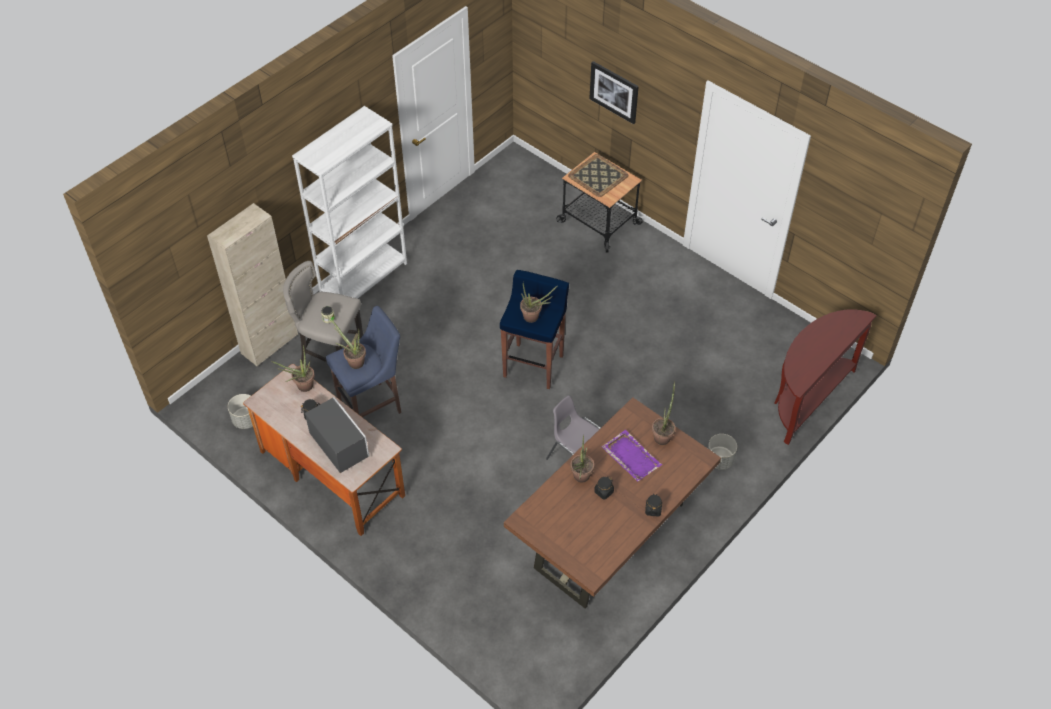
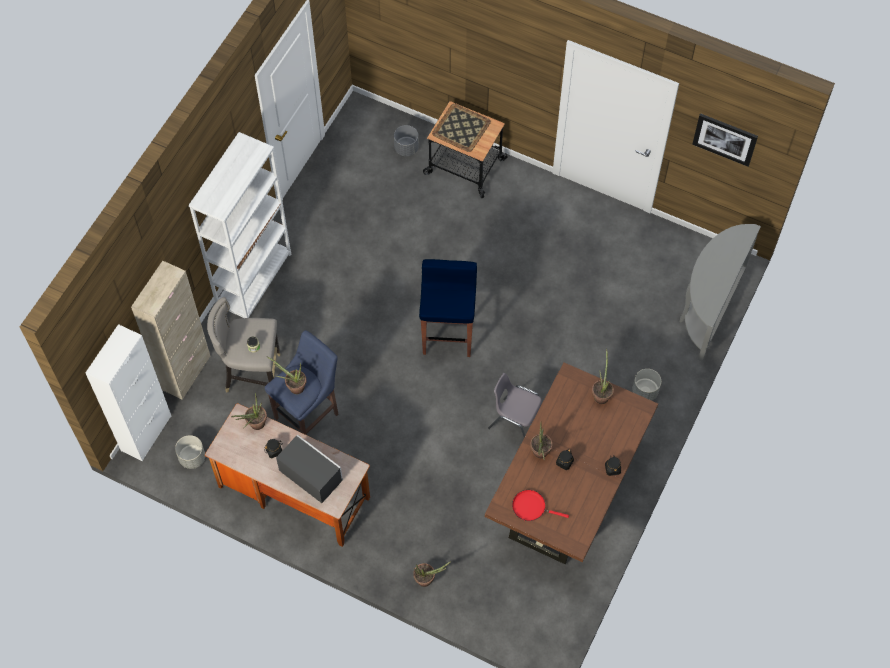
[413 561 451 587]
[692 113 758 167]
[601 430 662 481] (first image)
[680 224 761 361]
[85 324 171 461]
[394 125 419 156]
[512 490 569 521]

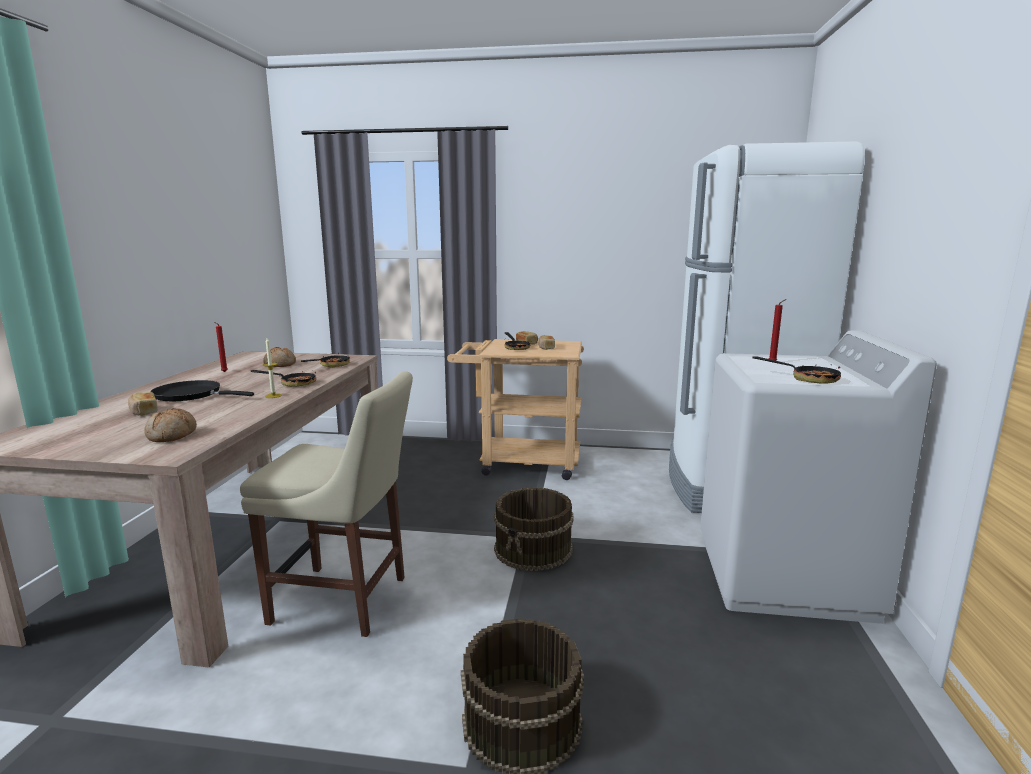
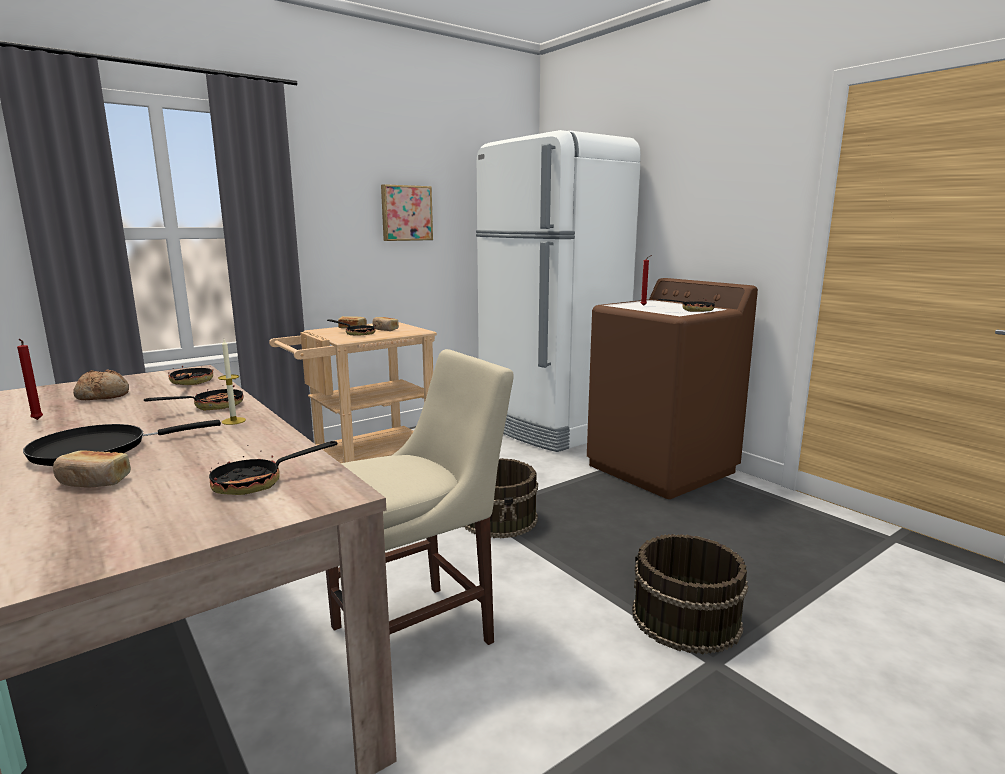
[209 441 338 495]
[587 278 758 499]
[381 184 433 241]

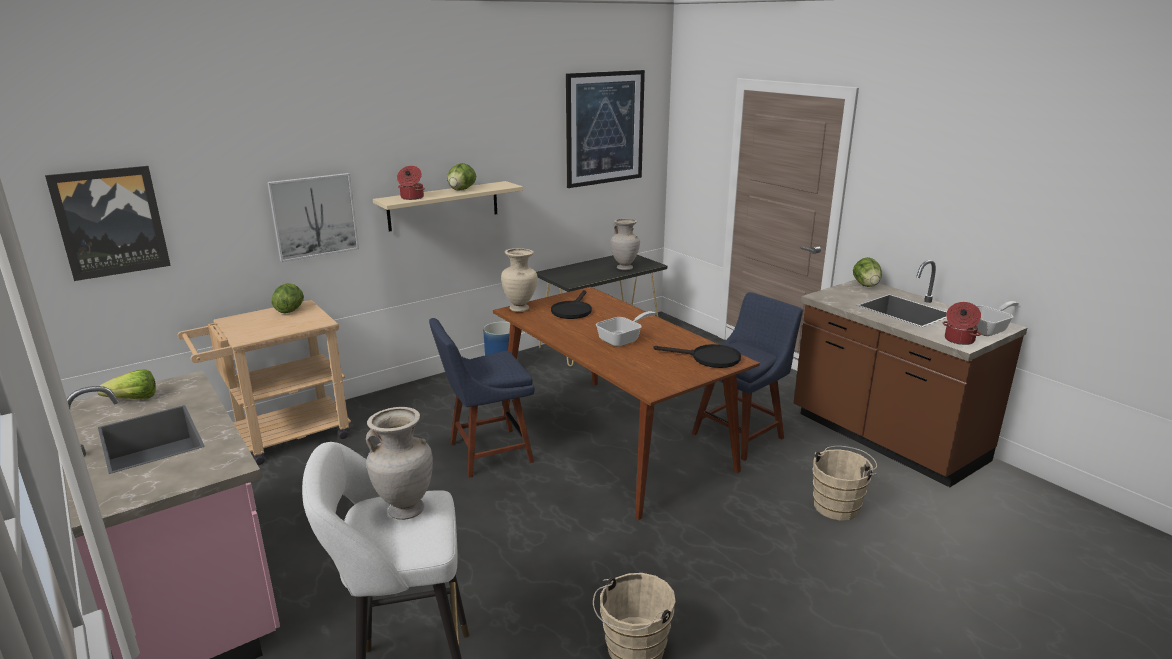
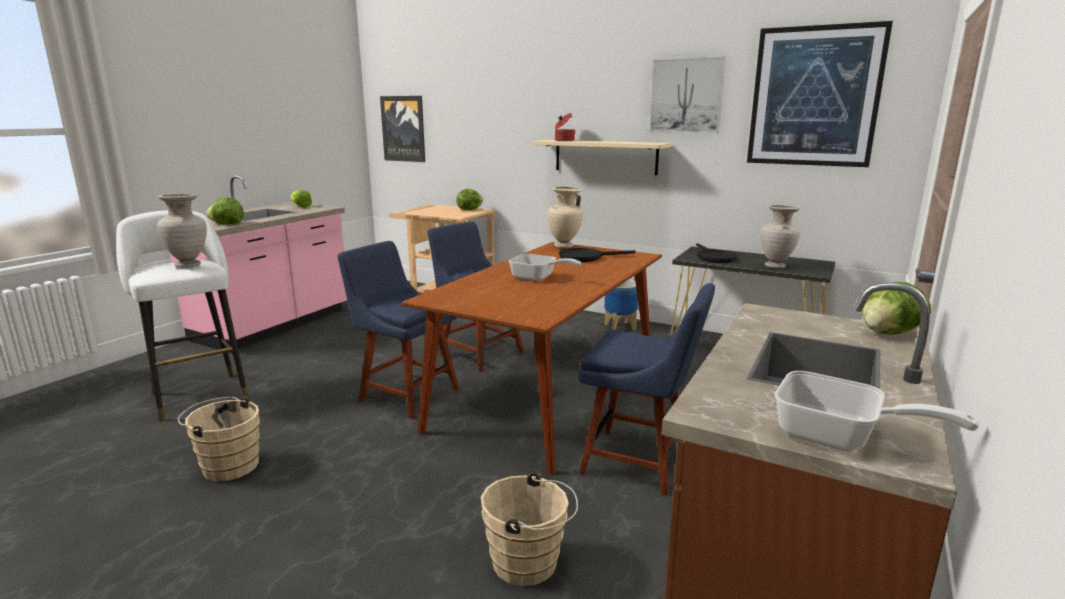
[649 56 726 134]
[206 197 244 224]
[696 243 737 263]
[942 302 981 345] (first image)
[338 241 460 419]

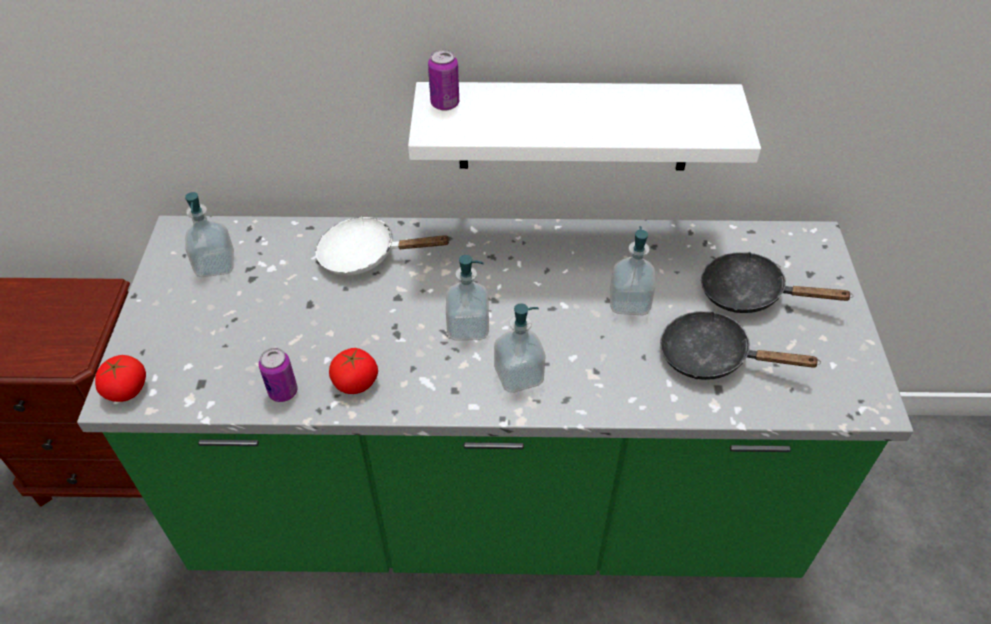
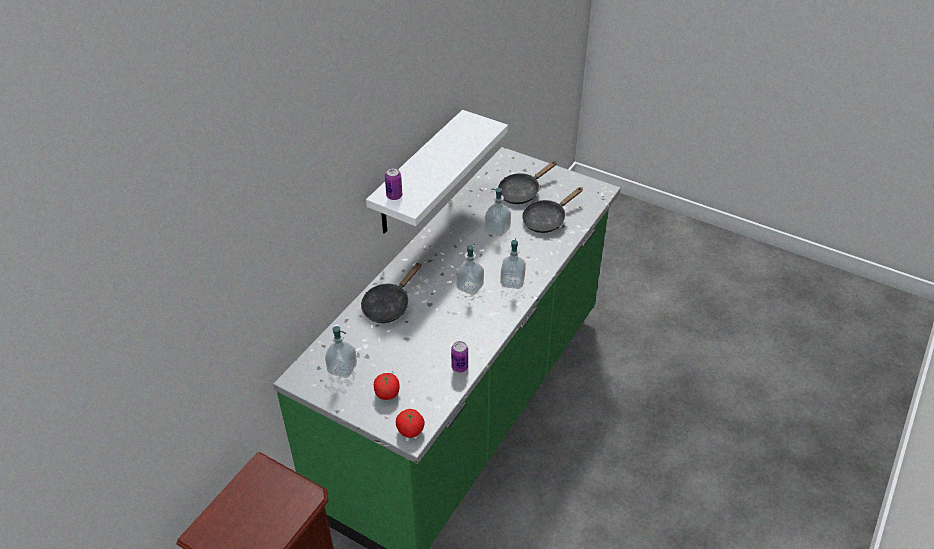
[361 262 421 323]
[374 373 400 400]

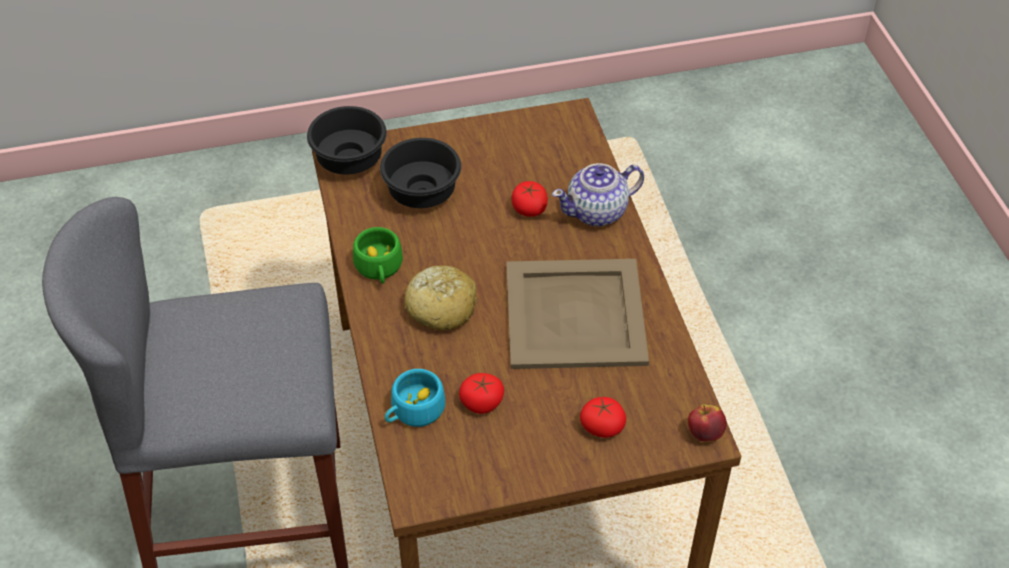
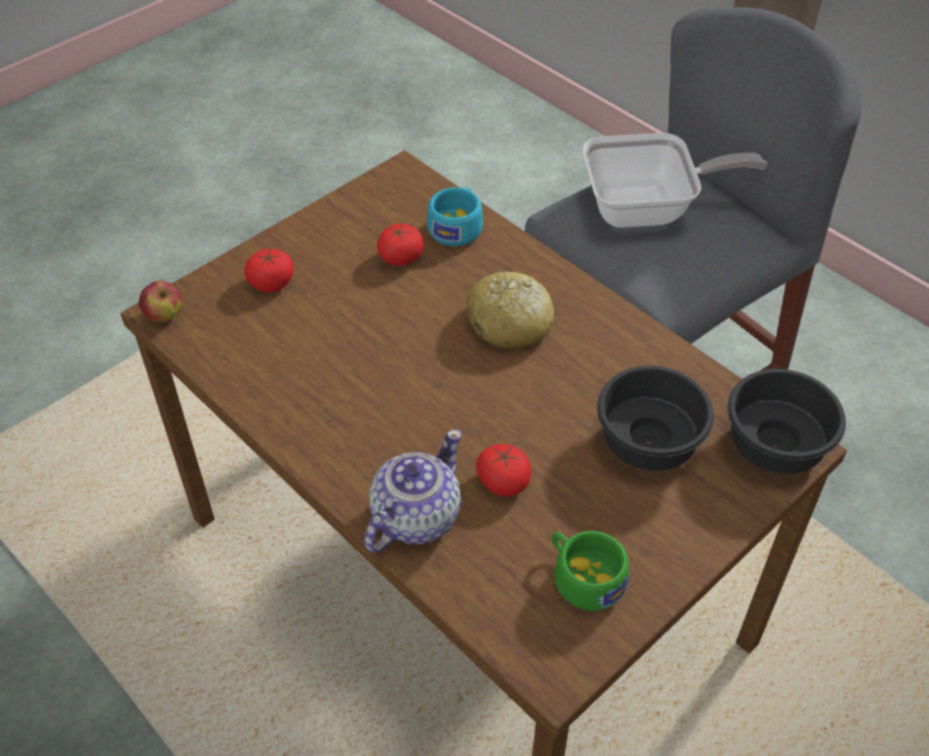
[552 531 629 611]
[506 259 649 369] (first image)
[583 133 768 228]

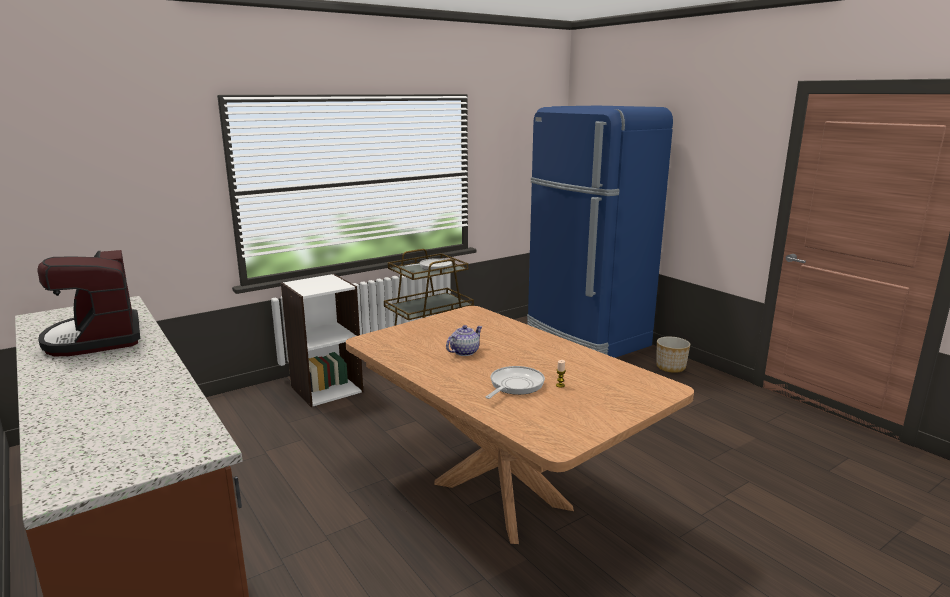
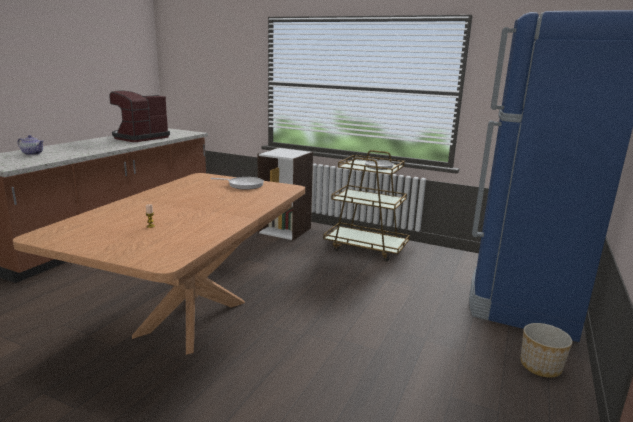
[18 135 44 155]
[210 177 264 190]

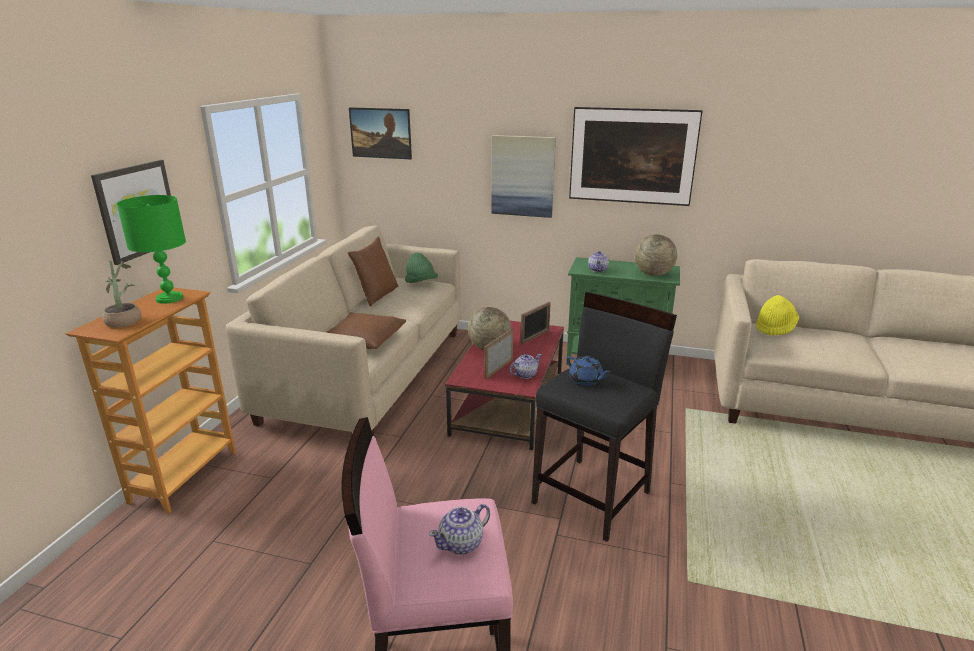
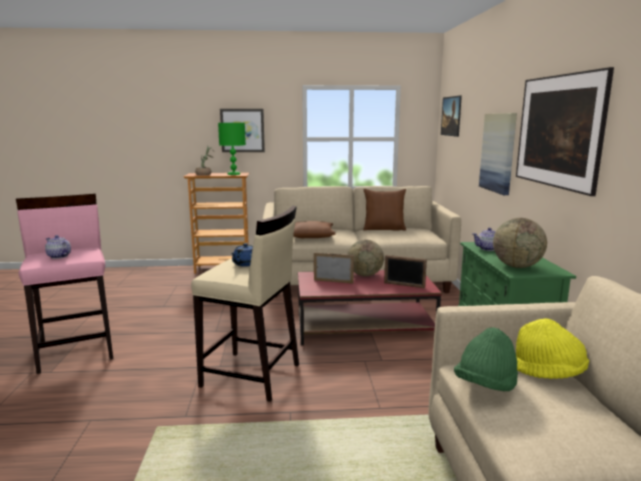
[454 327 518 391]
[510 354 542 379] (first image)
[191 205 299 402]

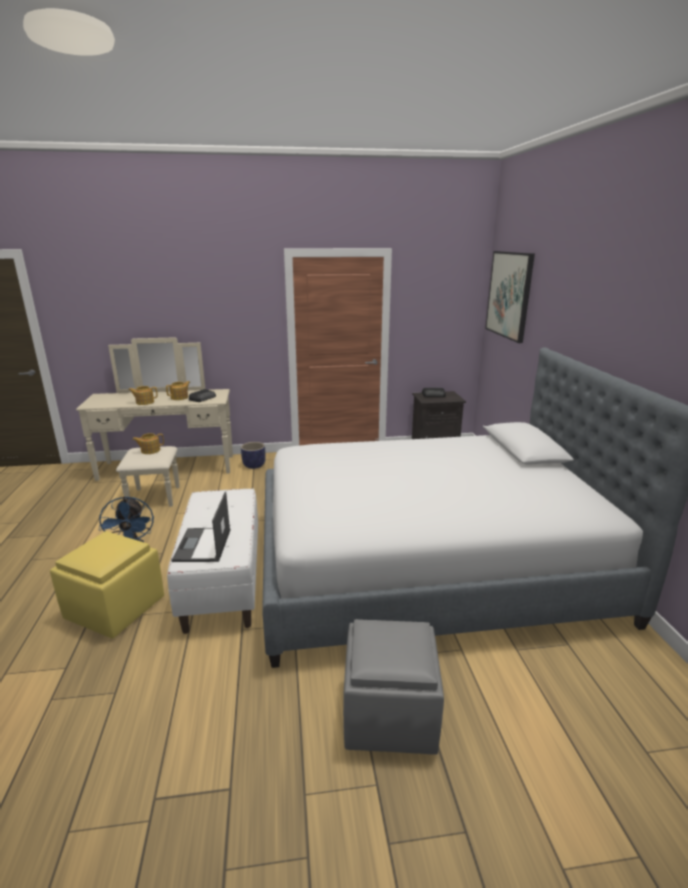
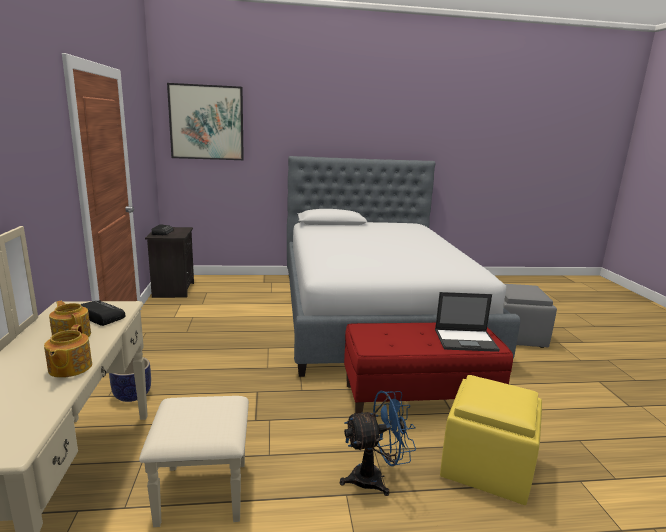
[132 433 164 454] (first image)
[344 323 513 414]

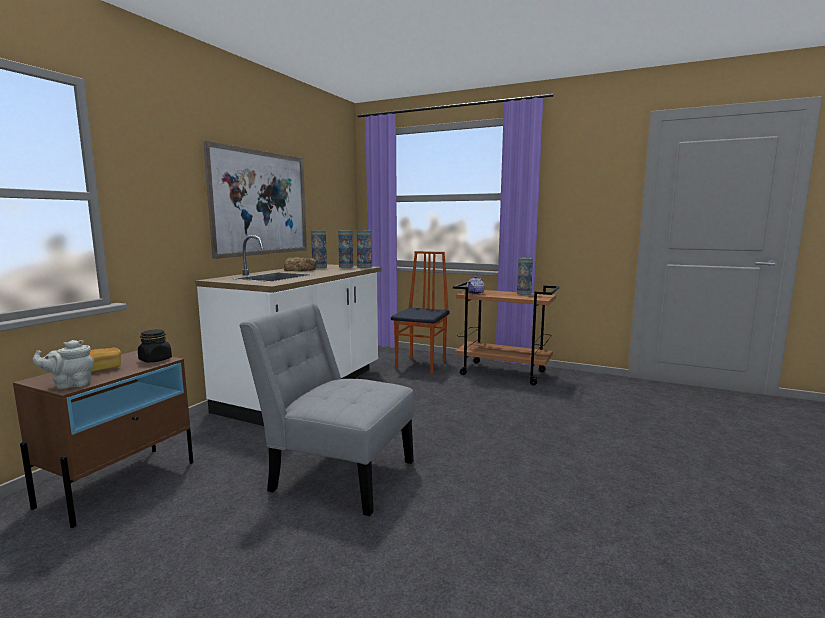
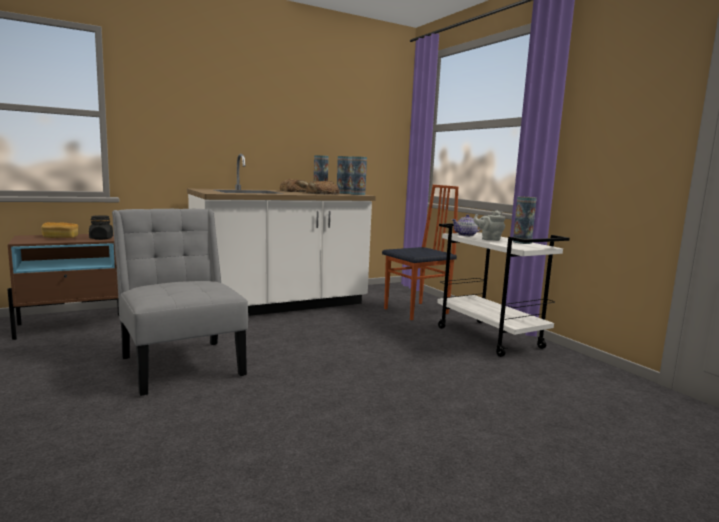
[473 210 505 241]
[203 141 307 259] (first image)
[437 223 570 357]
[306 181 340 195]

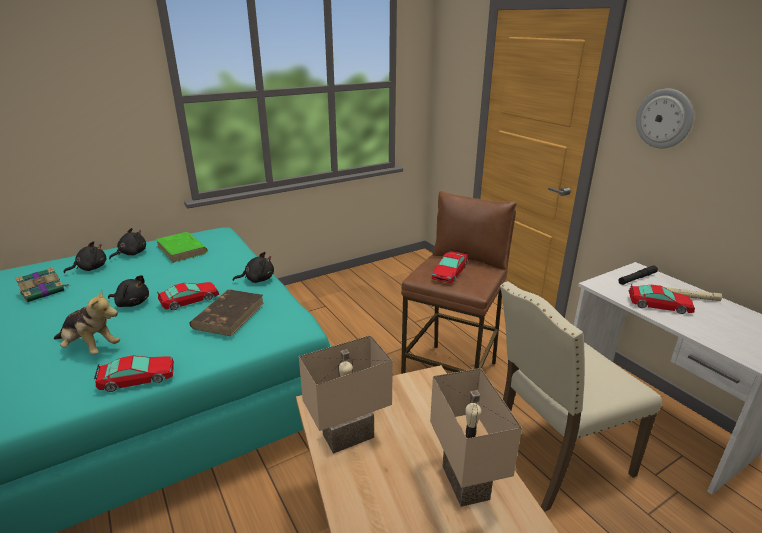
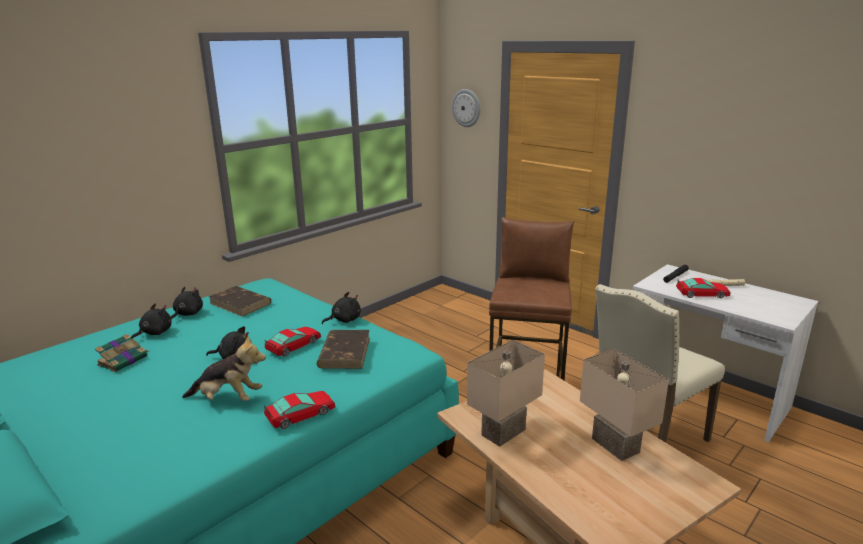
[208 286 271 317]
[432 249 468 283] (first image)
[452 89 480 127]

